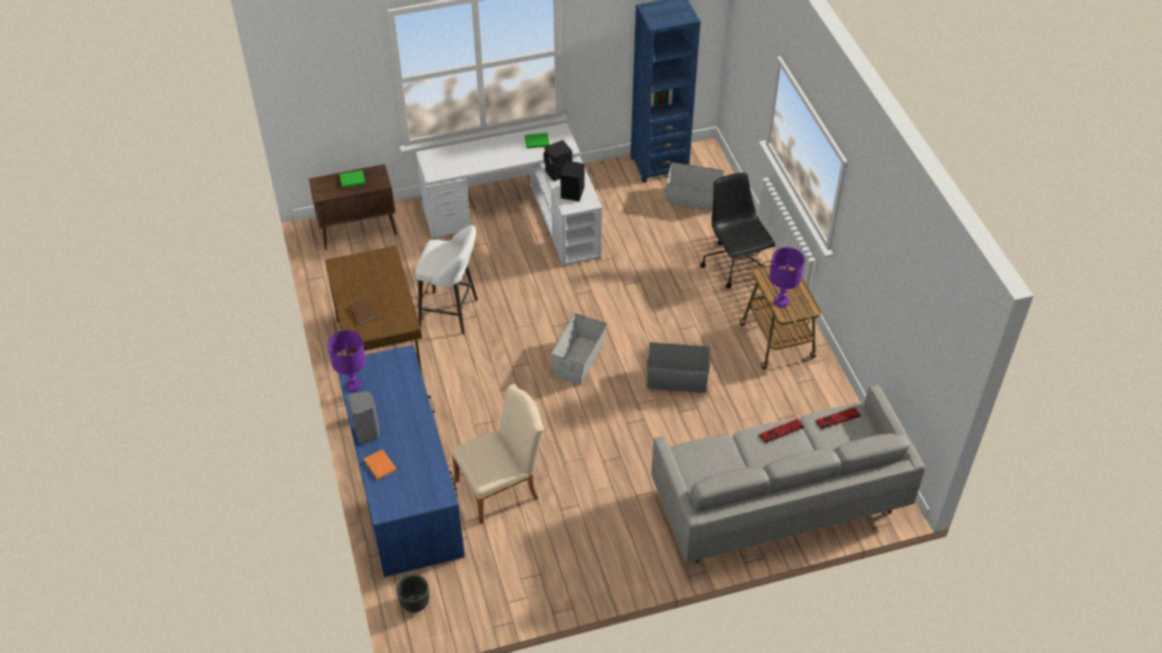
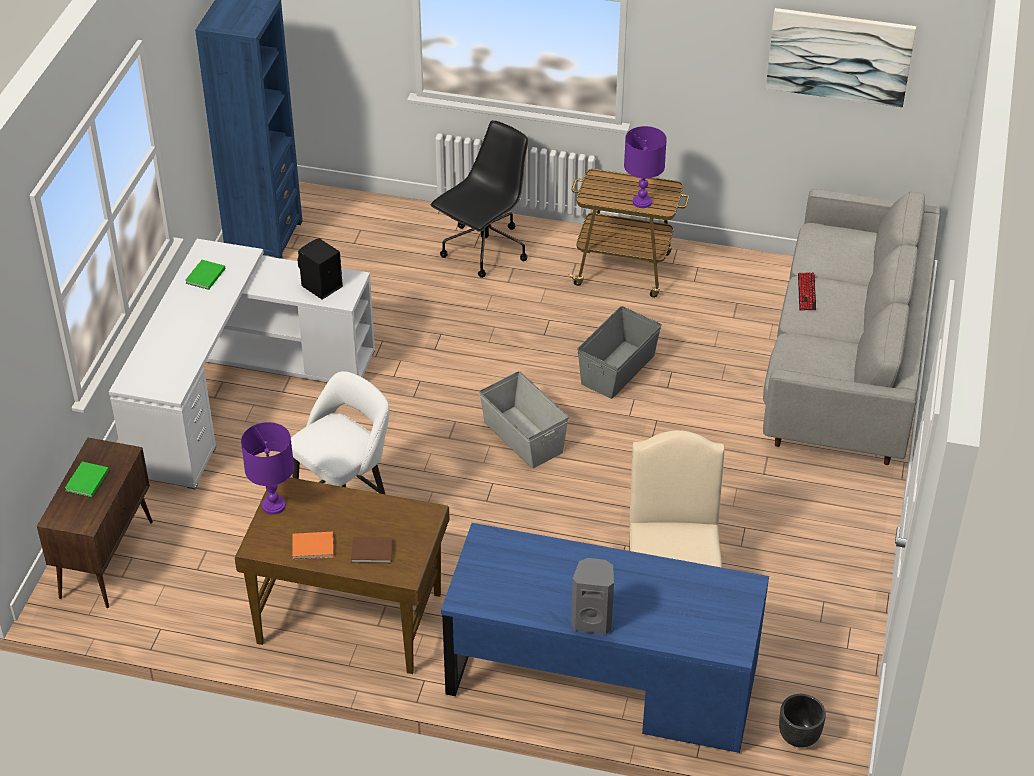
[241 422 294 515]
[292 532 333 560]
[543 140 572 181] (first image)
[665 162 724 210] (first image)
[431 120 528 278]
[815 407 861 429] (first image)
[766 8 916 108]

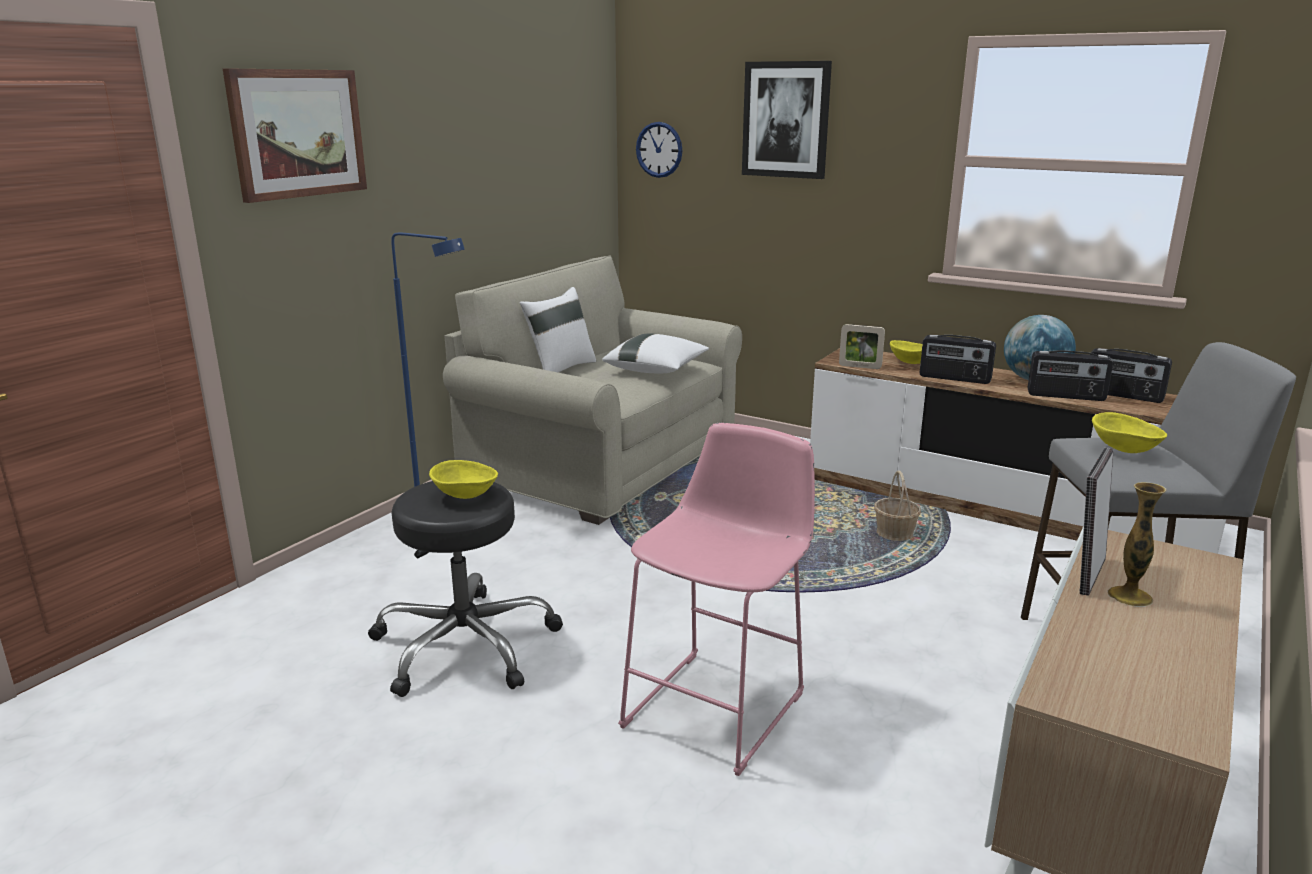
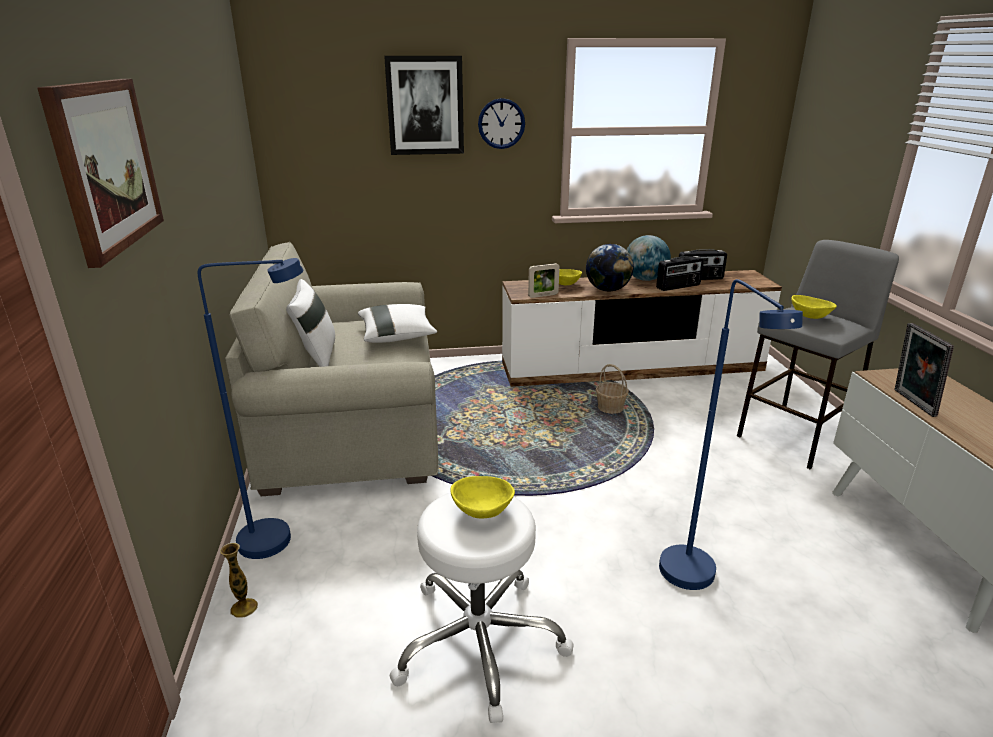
[390 492 574 723]
[659 279 803 590]
[478 98 525 149]
[586 244 634 292]
[220 543 258 618]

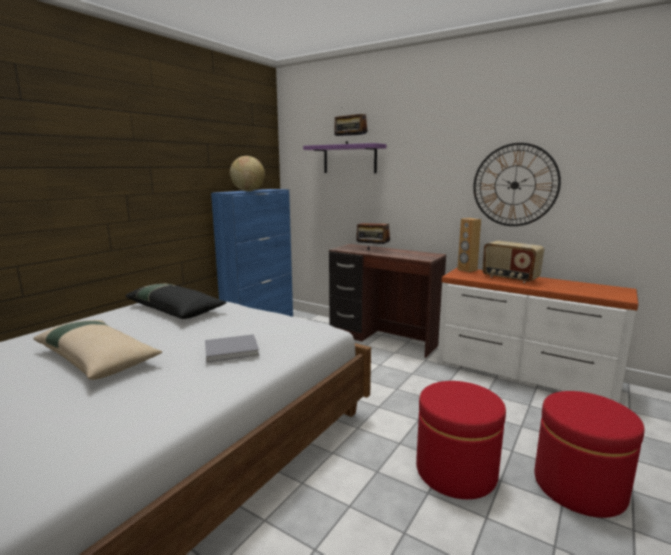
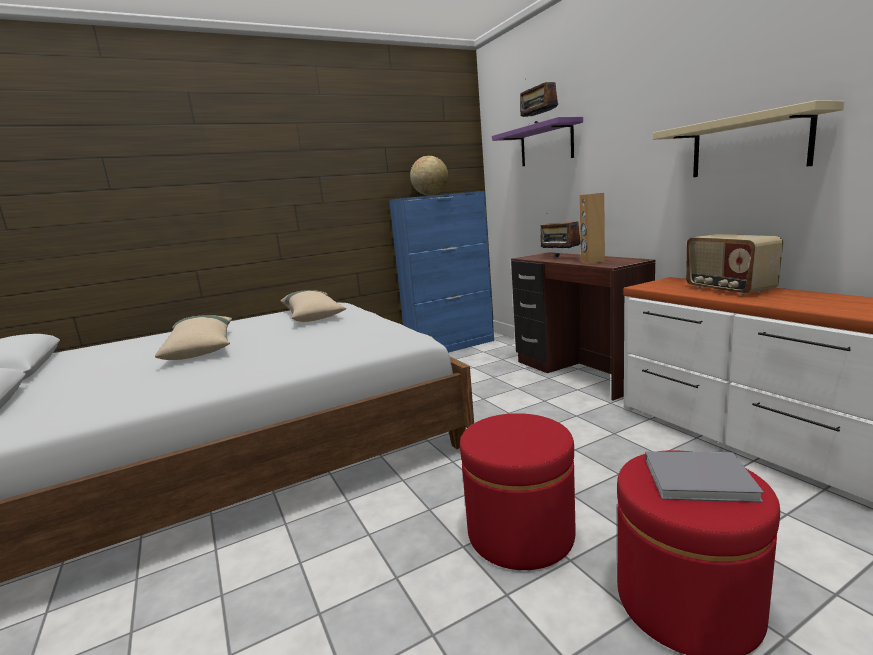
[281 290 347 322]
[645 451 764 503]
[580 193 605 264]
[653 100 844 177]

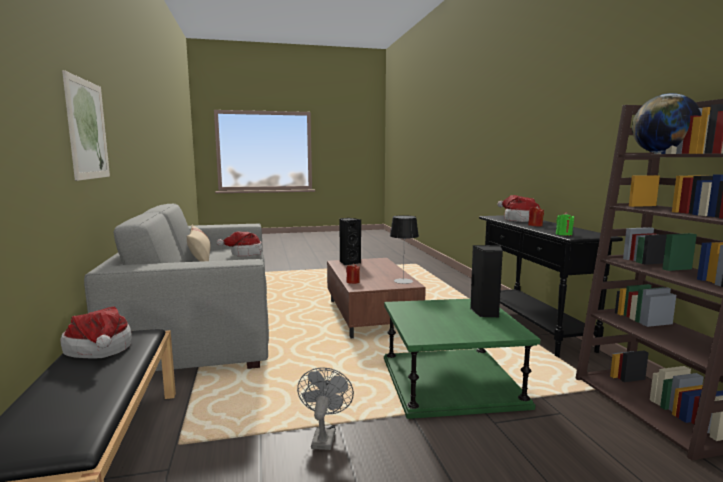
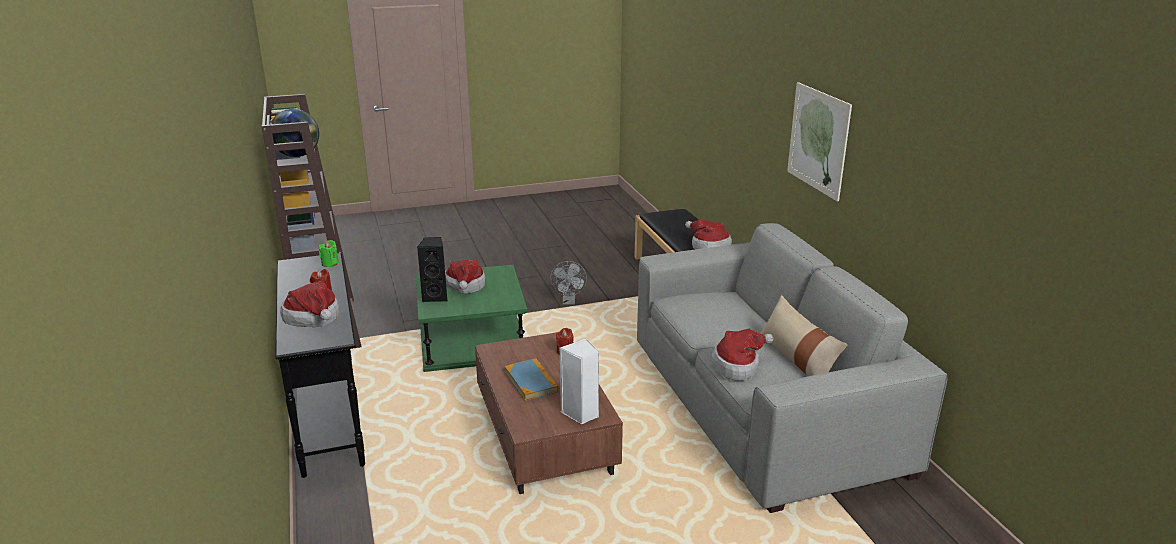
[560 338 599 424]
[390 215 419 284] (first image)
[445 259 485 293]
[504 358 559 401]

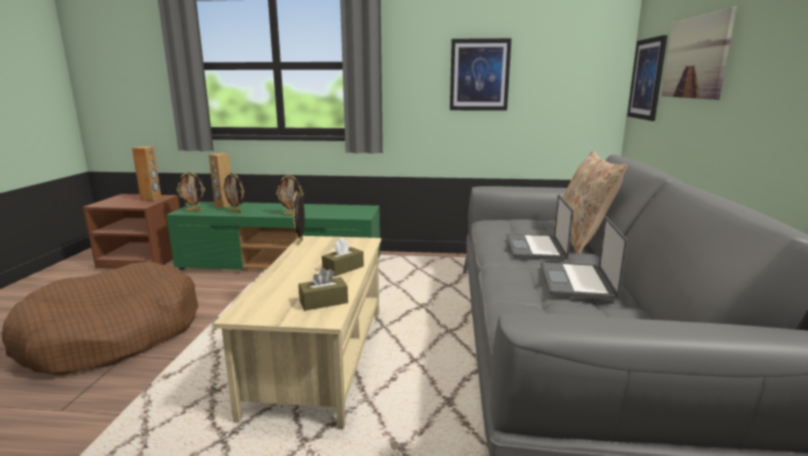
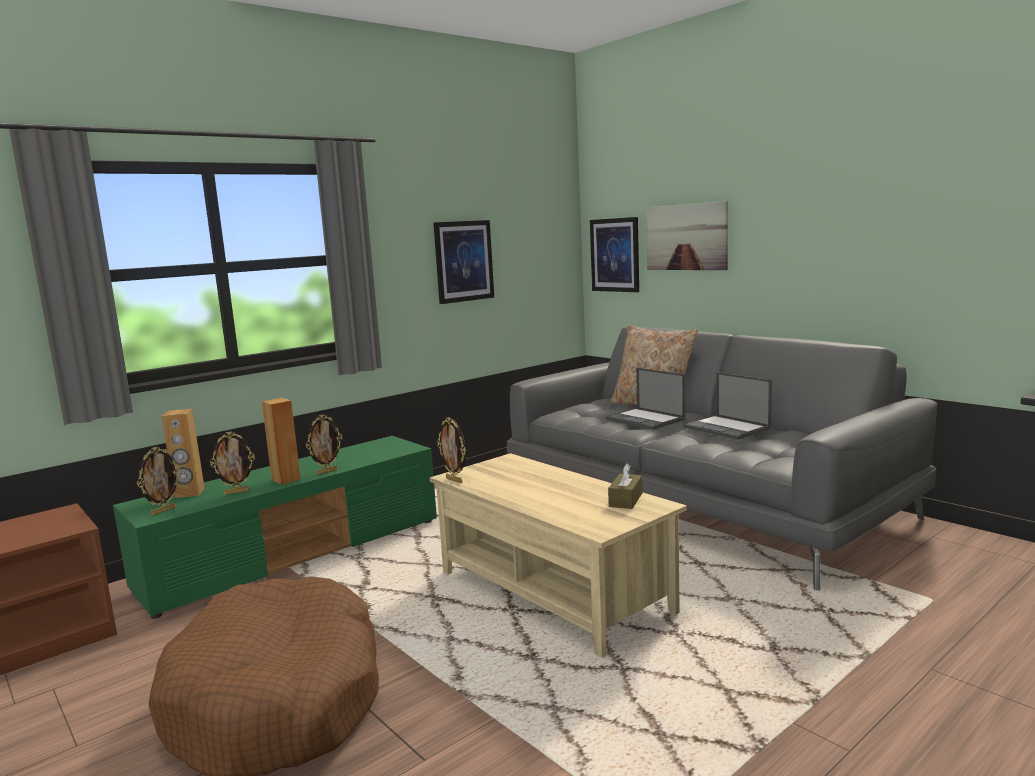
[262 398 301 485]
[322 238 364 276] (first image)

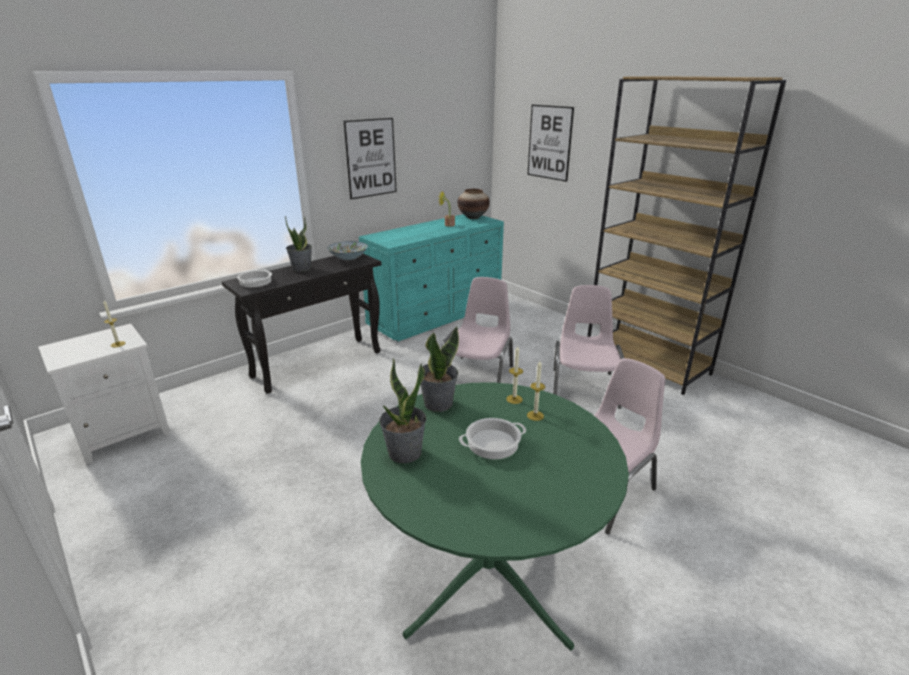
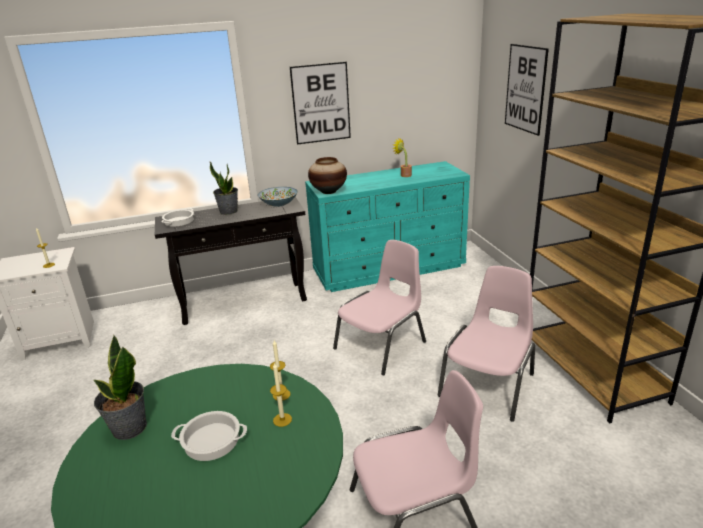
[417 326 459 412] (first image)
[308 157 347 194]

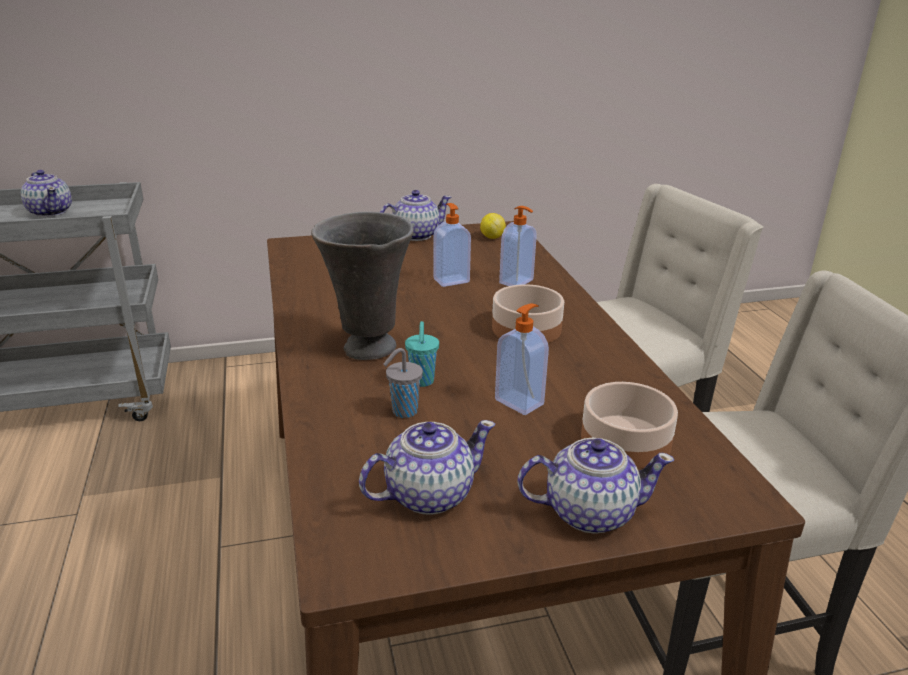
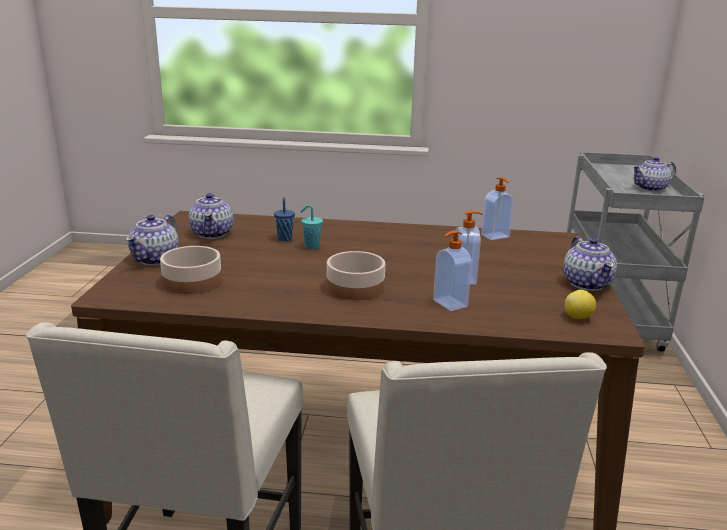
[311 212 414 360] (first image)
[274 197 295 241]
[481 177 514 240]

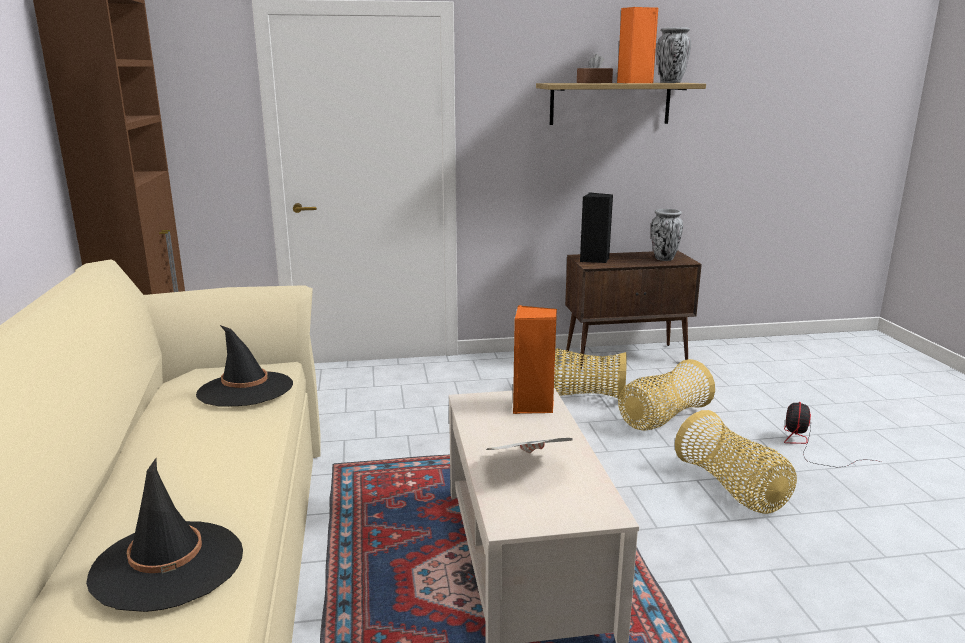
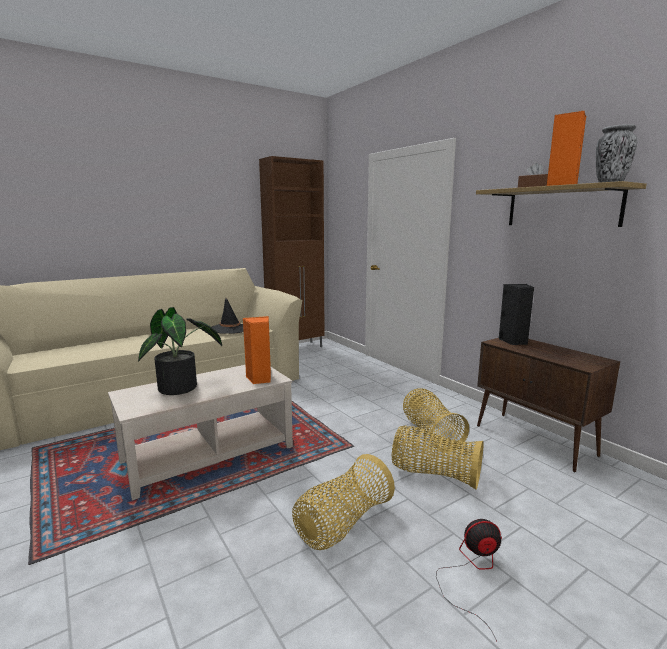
[86 458 243 612] (first image)
[138 307 222 395]
[651 209 683 261] (first image)

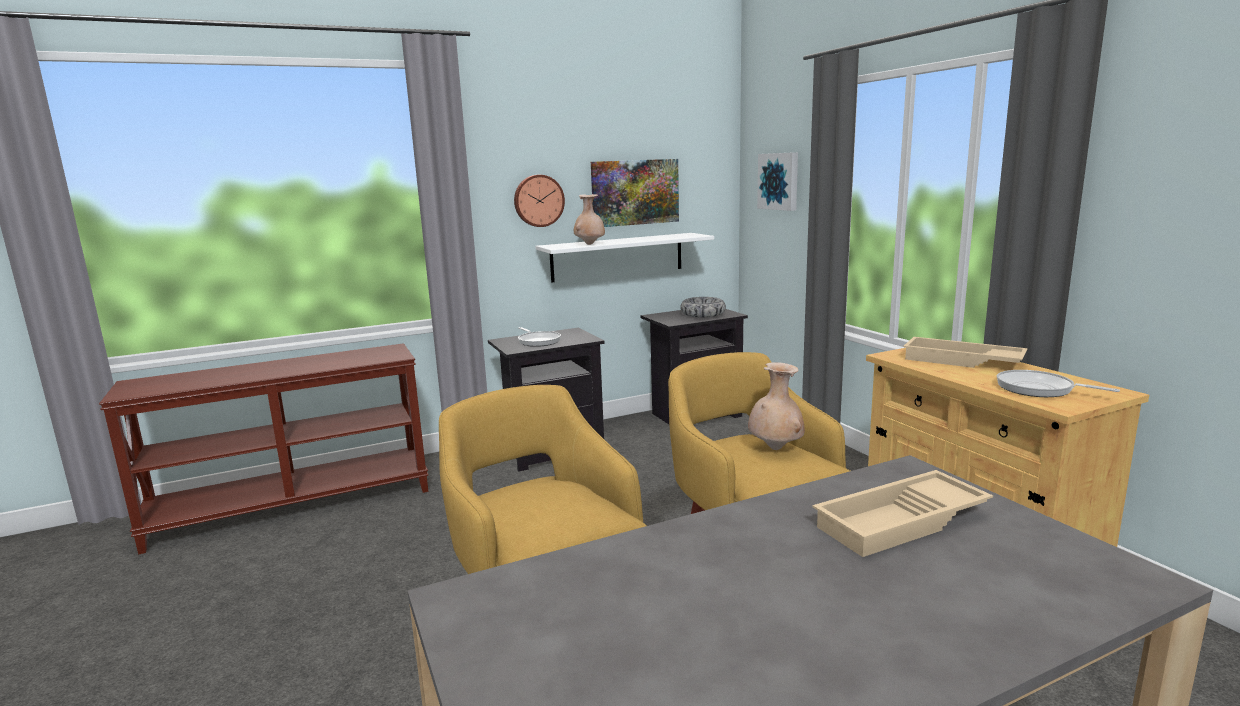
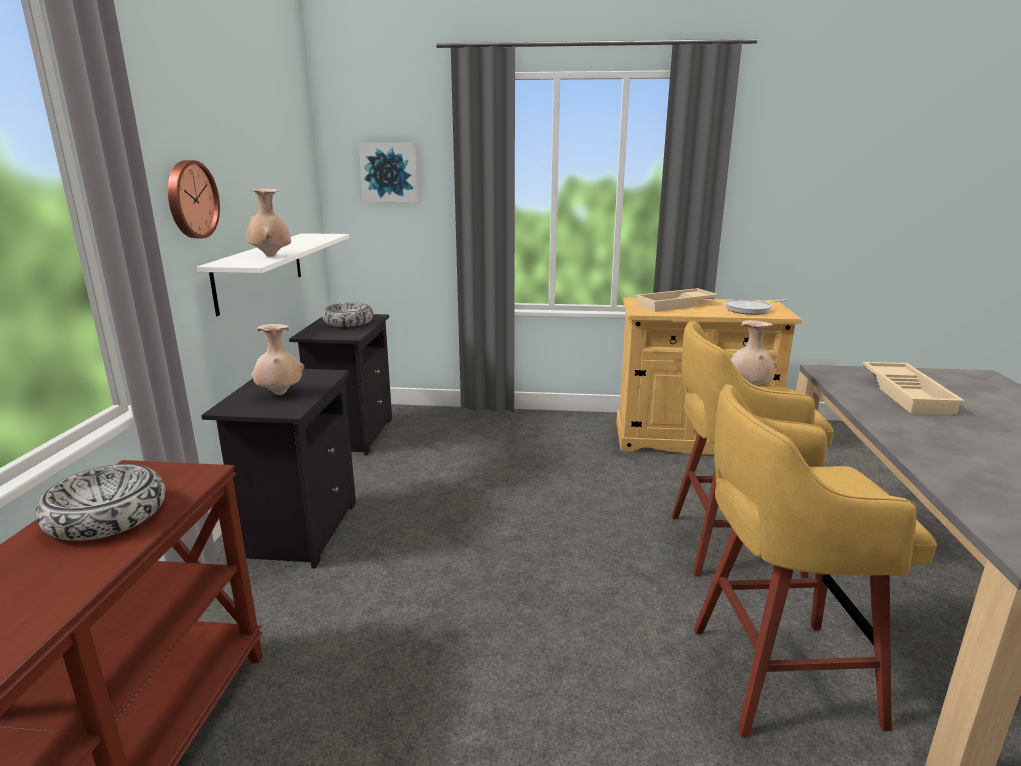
[251 324 304 395]
[591 159 679 227] (first image)
[35 464 166 541]

